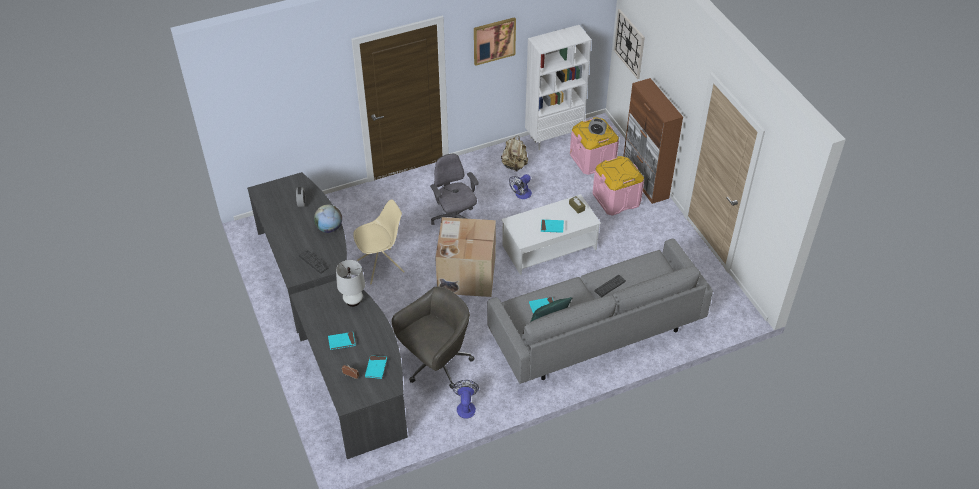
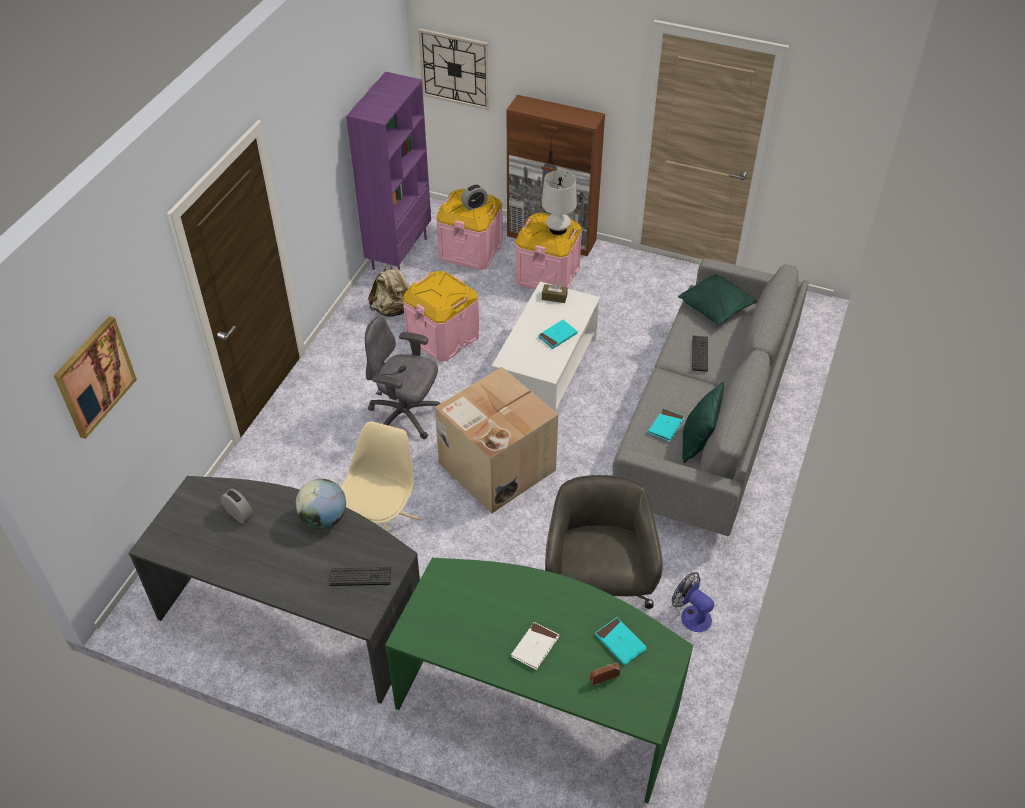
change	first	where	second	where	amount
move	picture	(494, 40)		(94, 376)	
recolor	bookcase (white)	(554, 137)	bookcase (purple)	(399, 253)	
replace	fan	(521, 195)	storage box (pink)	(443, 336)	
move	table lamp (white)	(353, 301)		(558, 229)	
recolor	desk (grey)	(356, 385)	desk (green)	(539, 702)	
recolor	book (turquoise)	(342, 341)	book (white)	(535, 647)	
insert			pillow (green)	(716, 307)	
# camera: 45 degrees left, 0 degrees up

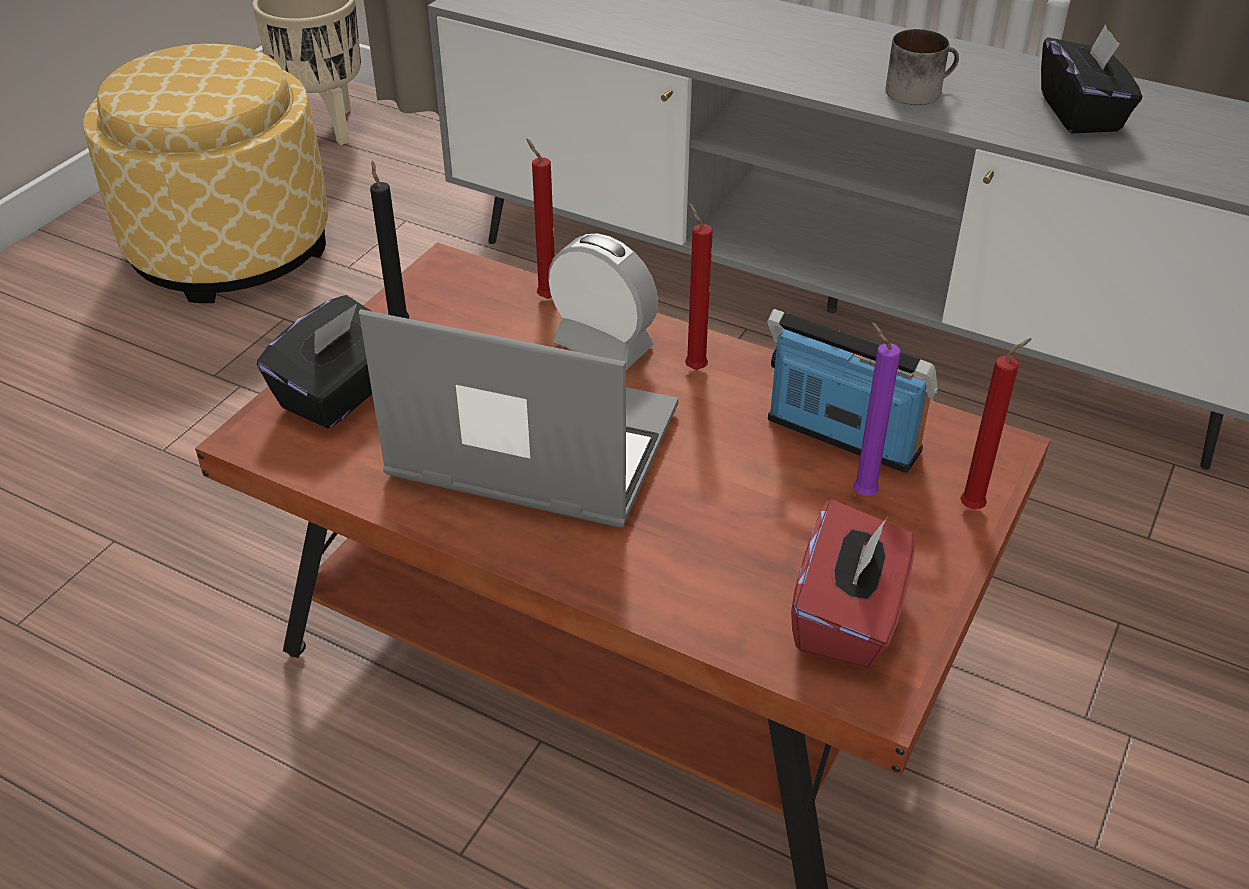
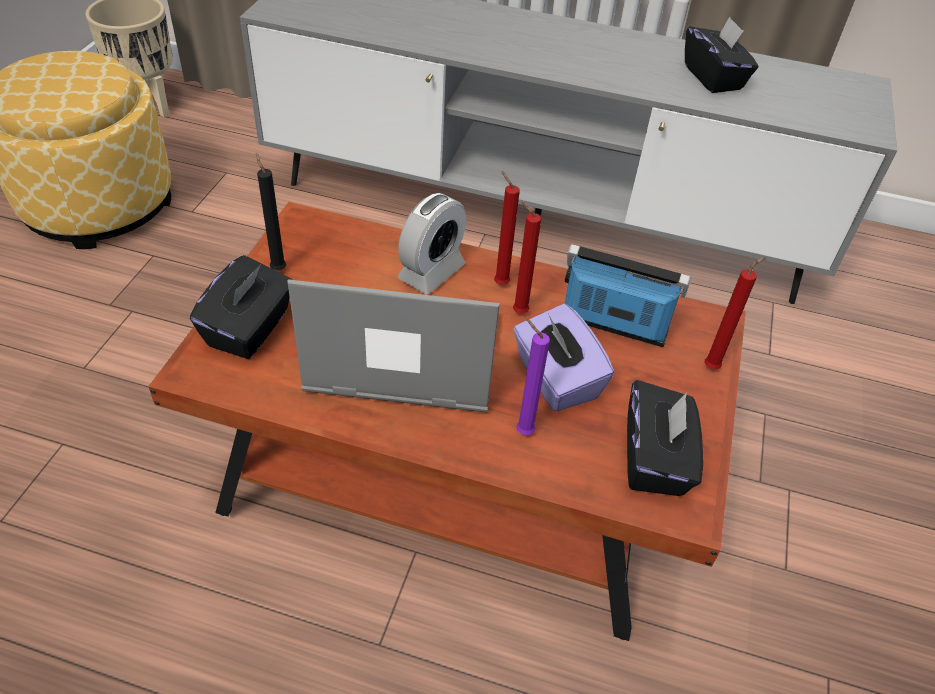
change	first	where	second	where	amount
delete	mug	(918, 90)			
move	candle (red)	(545, 297)		(517, 311)	
rotate	alarm clock	(603, 345)		(431, 272)	105 degrees clockwise
move	candle (purple)	(861, 492)		(522, 431)	
recolor	tissue box (red)	(848, 617)	tissue box (black)	(655, 459)	
insert			tissue box (purple)	(555, 379)	
# camera: 15 degrees left, 5 degrees up

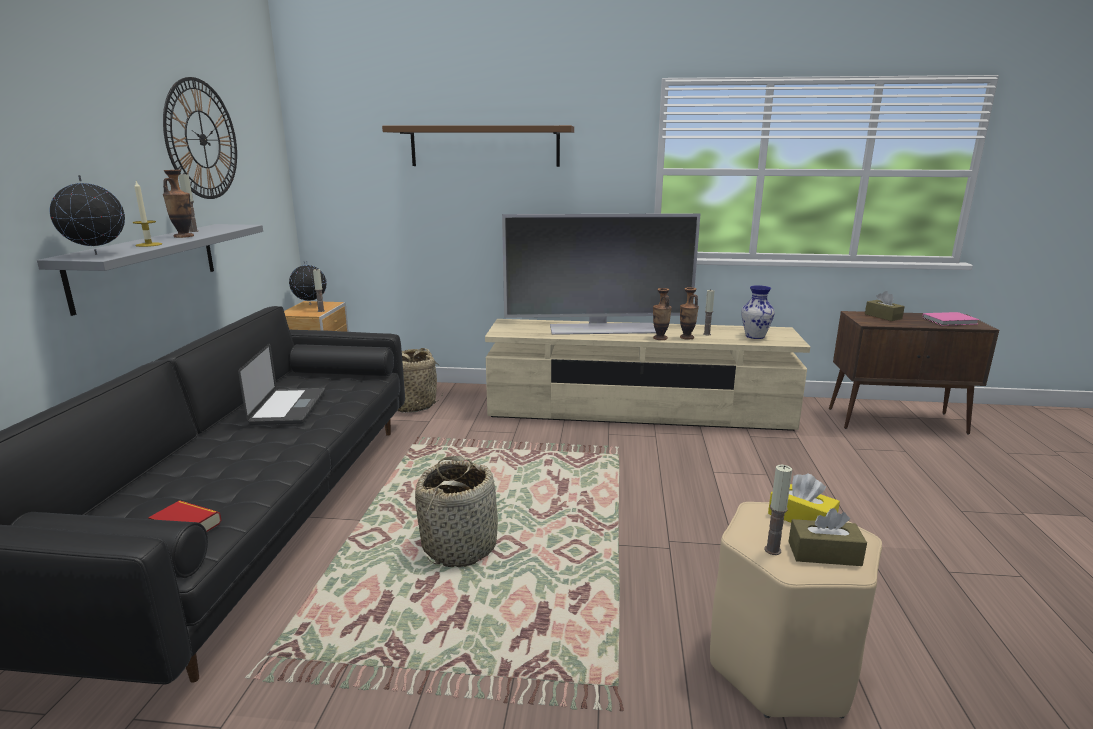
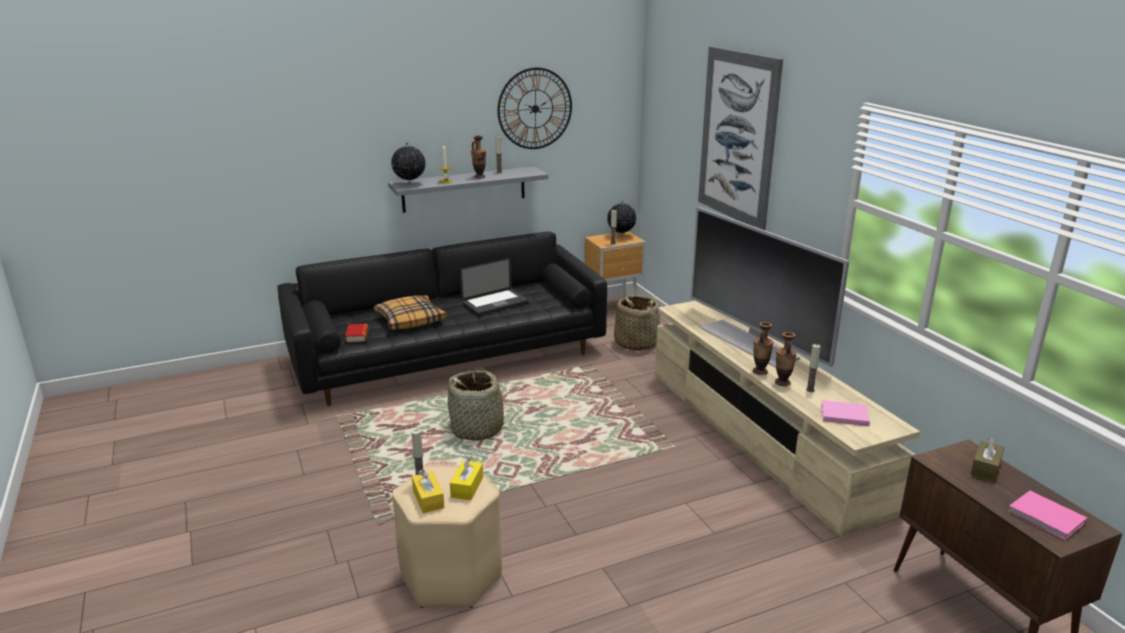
change	first	where	second	where	amount
replace	shelf (brown)	(484, 146)	picture	(737, 137)	
replace	vase	(754, 336)	book (pink)	(843, 414)	
recolor	tissue box (brown)	(824, 554)	tissue box (yellow)	(428, 499)	
insert			pillow	(410, 320)	
# camera: 60 degrees right, 5 degrees up

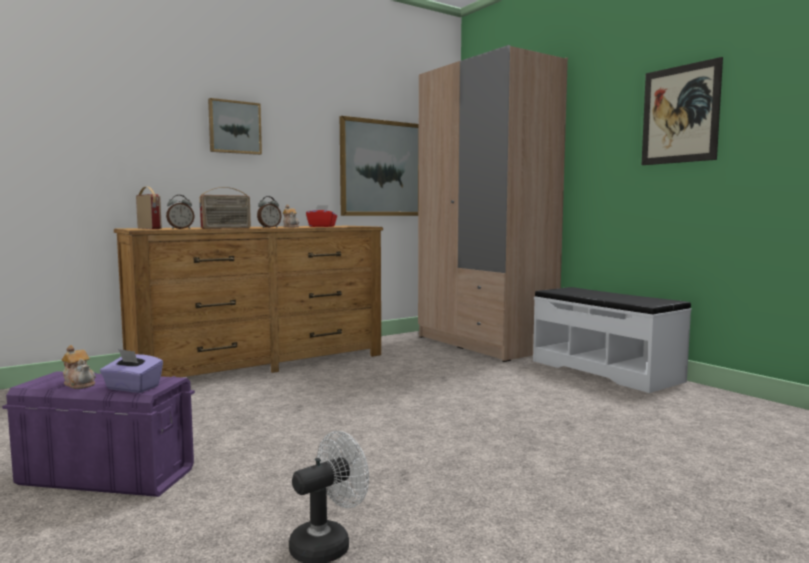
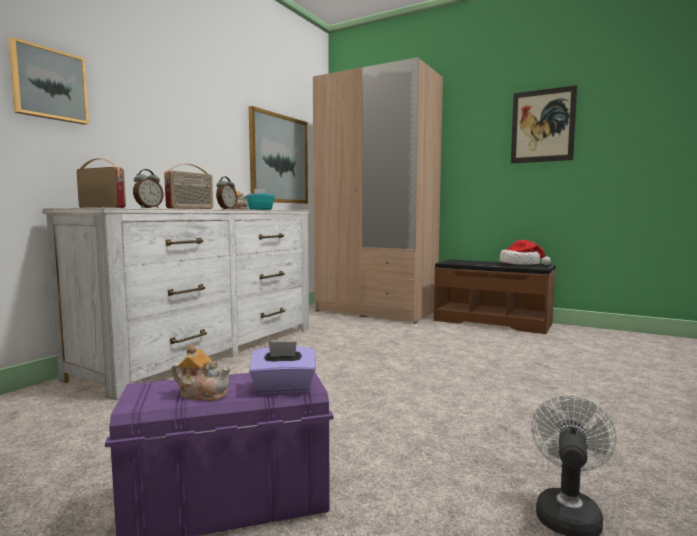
change	first	where	second	where	amount
move	picture	(234, 127)		(48, 84)	
recolor	tissue box (red)	(322, 226)	tissue box (turquoise)	(260, 209)	
recolor	dresser (brown)	(261, 364)	dresser (white)	(207, 350)	
recolor	bench (white)	(605, 370)	bench (brown)	(492, 322)	
insert			hat	(521, 264)	
# camera: 25 degrees left, 0 degrees up

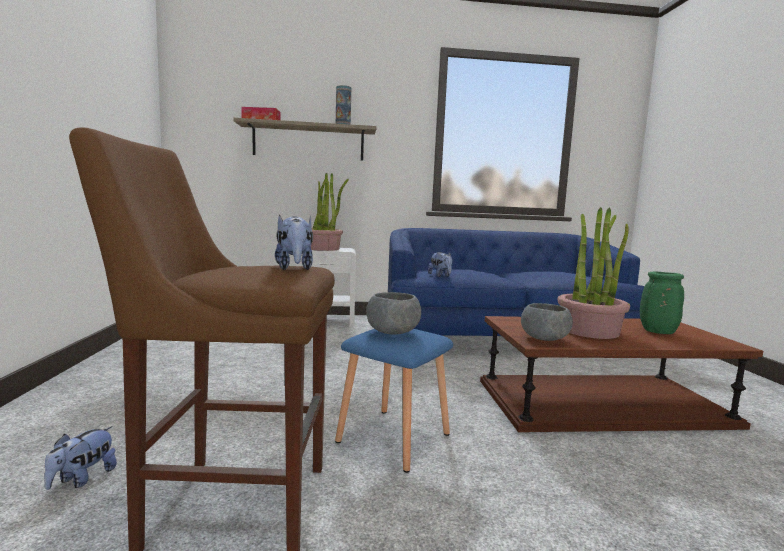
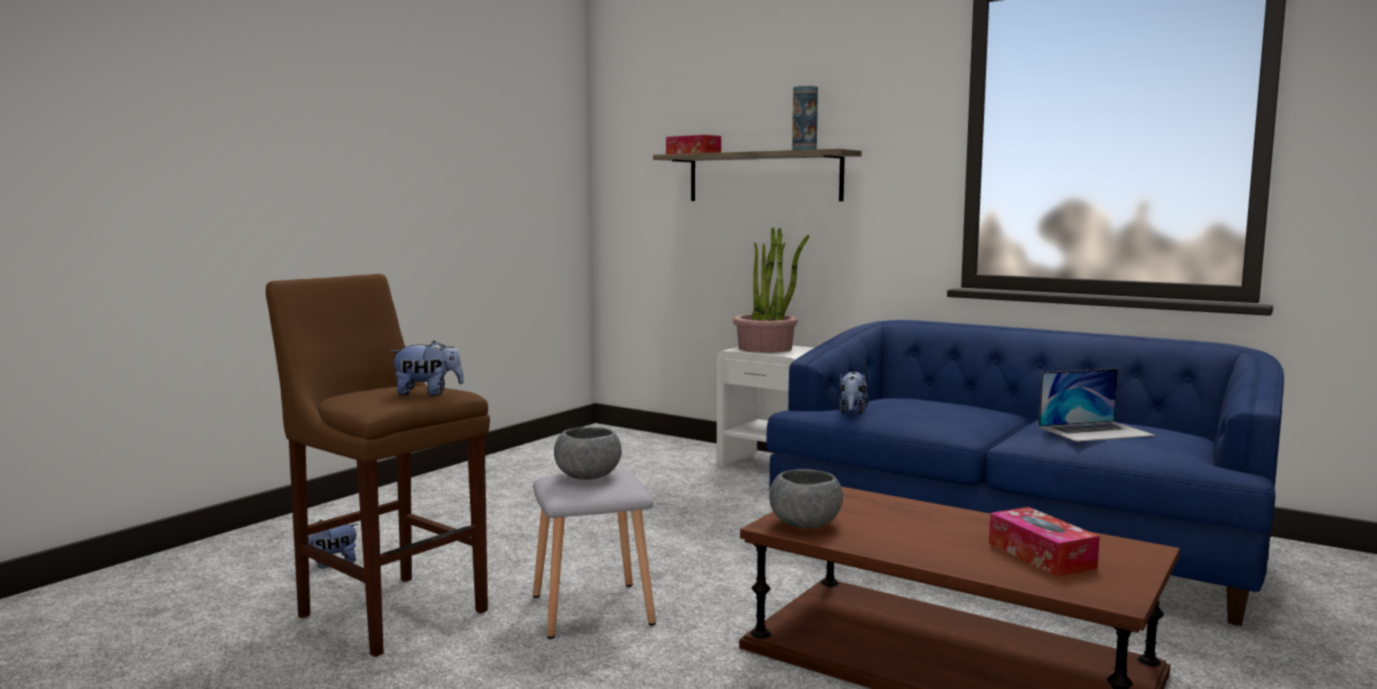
change	first	where	second	where	amount
delete	potted plant	(589, 330)			
rotate	plush toy	(295, 268)		(428, 393)	120 degrees counterclockwise
replace	vase (green)	(657, 332)	tissue box	(1041, 555)	
recolor	stool (blue)	(394, 437)	stool (grey)	(594, 609)	
insert			laptop	(1095, 431)	
# camera: 40 degrees right, 0 degrees up

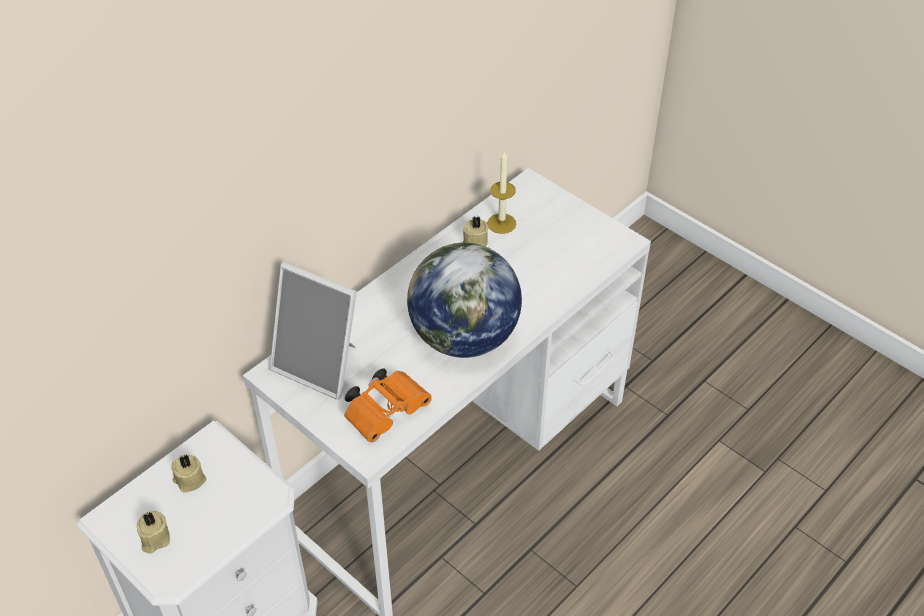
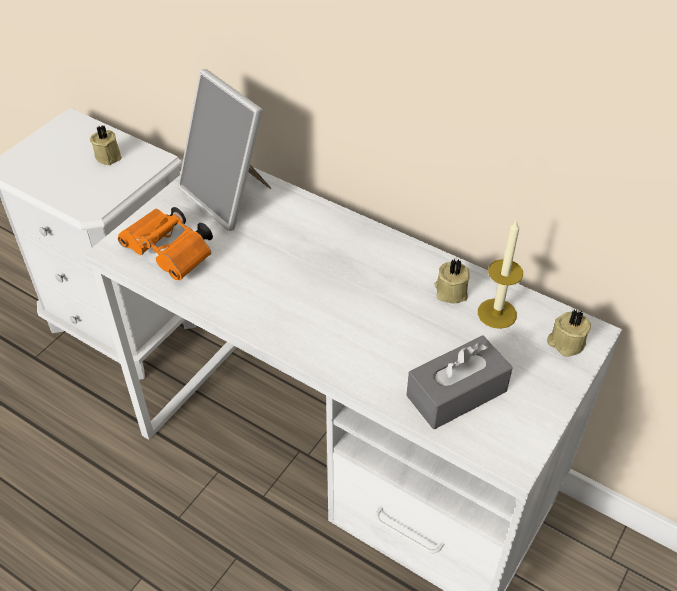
change	first	where	second	where	amount
delete	globe	(463, 338)			
rotate	picture frame	(321, 365)		(229, 196)	60 degrees counterclockwise
move	candle (beige)	(154, 539)		(565, 343)	
insert			tissue box (grey)	(456, 393)	
# camera: 80 degrees right, 0 degrees up

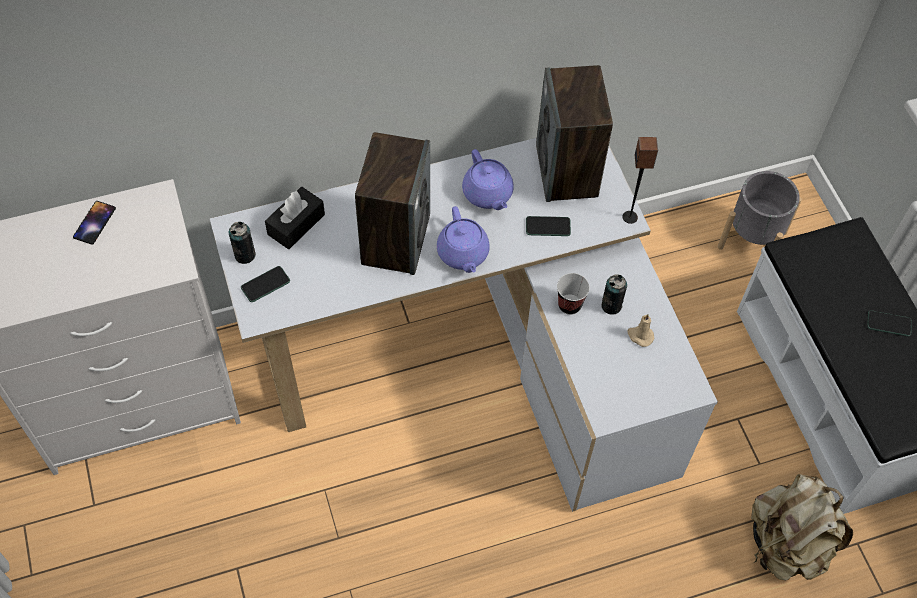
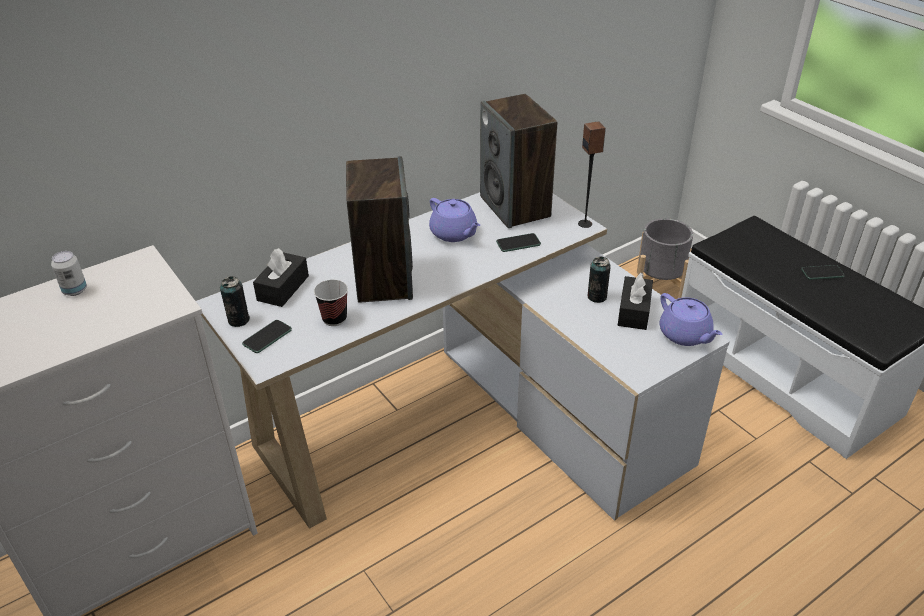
change	first	where	second	where	amount
replace	phone	(94, 223)	can	(75, 290)	
move	teapot (purple)	(463, 254)		(685, 335)	
move	cup	(569, 305)		(334, 319)	
replace	candle (beige)	(640, 336)	tissue box (black)	(634, 311)	
delete	backpack (beige)	(787, 544)			
# camera: 15 degrees left, 20 degrees down

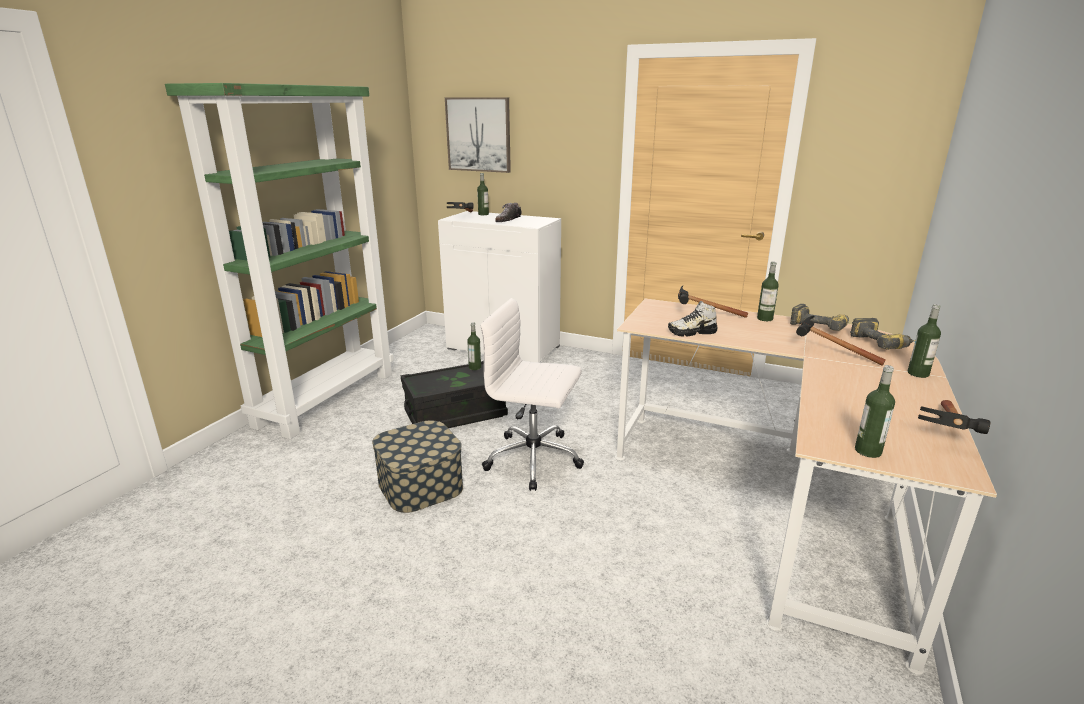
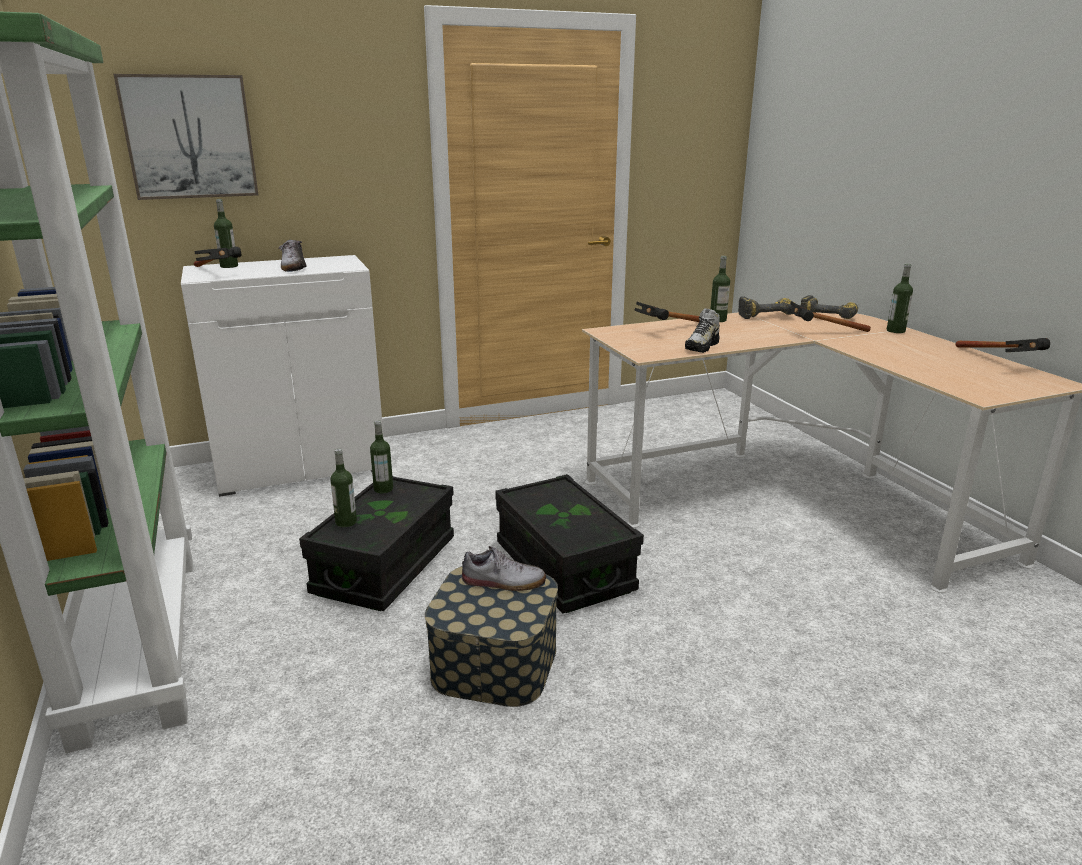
change	first	where	second	where	amount
replace	office chair (white)	(535, 459)	storage box (black)	(564, 567)	
move	bottle	(868, 451)		(346, 522)	
insert			shoe	(503, 582)	
# camera: 45 degrees left, 0 degrees up

